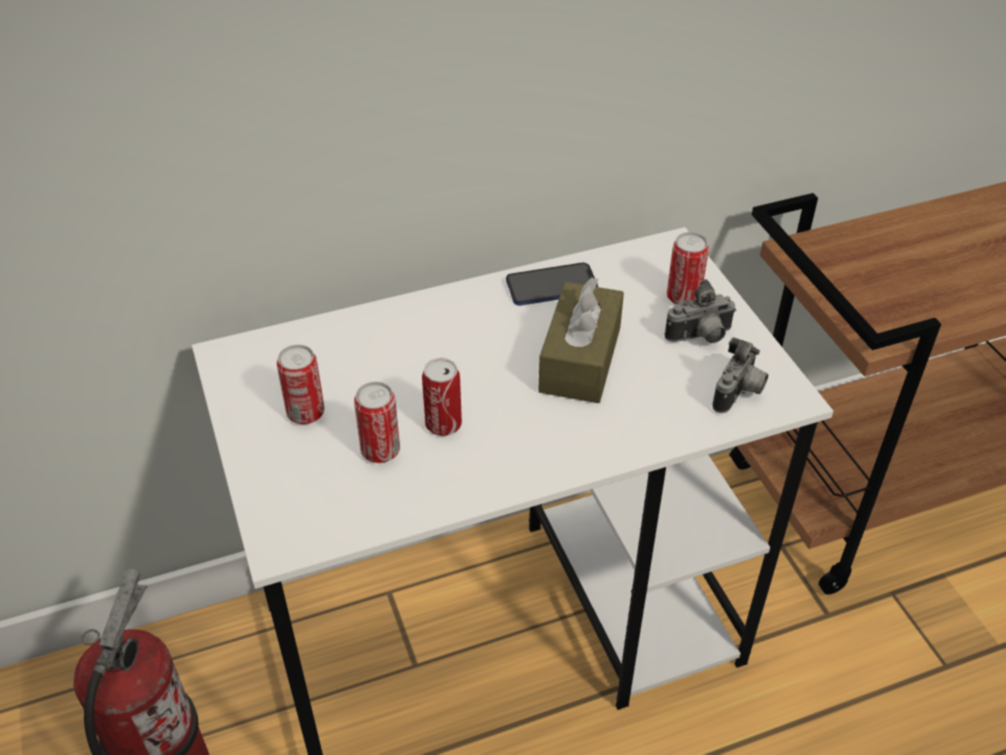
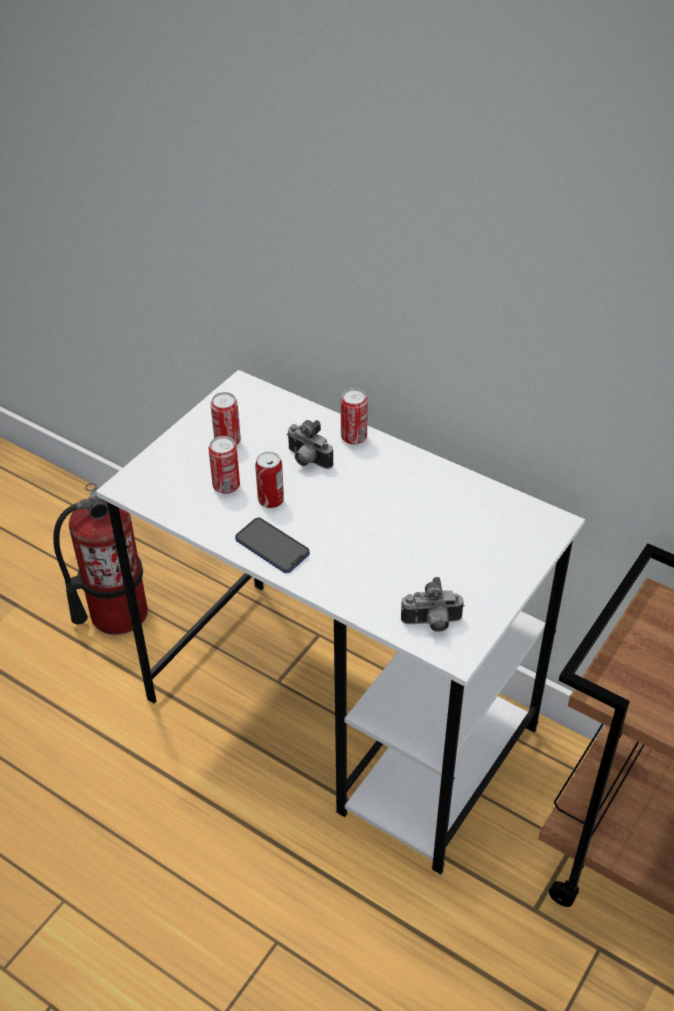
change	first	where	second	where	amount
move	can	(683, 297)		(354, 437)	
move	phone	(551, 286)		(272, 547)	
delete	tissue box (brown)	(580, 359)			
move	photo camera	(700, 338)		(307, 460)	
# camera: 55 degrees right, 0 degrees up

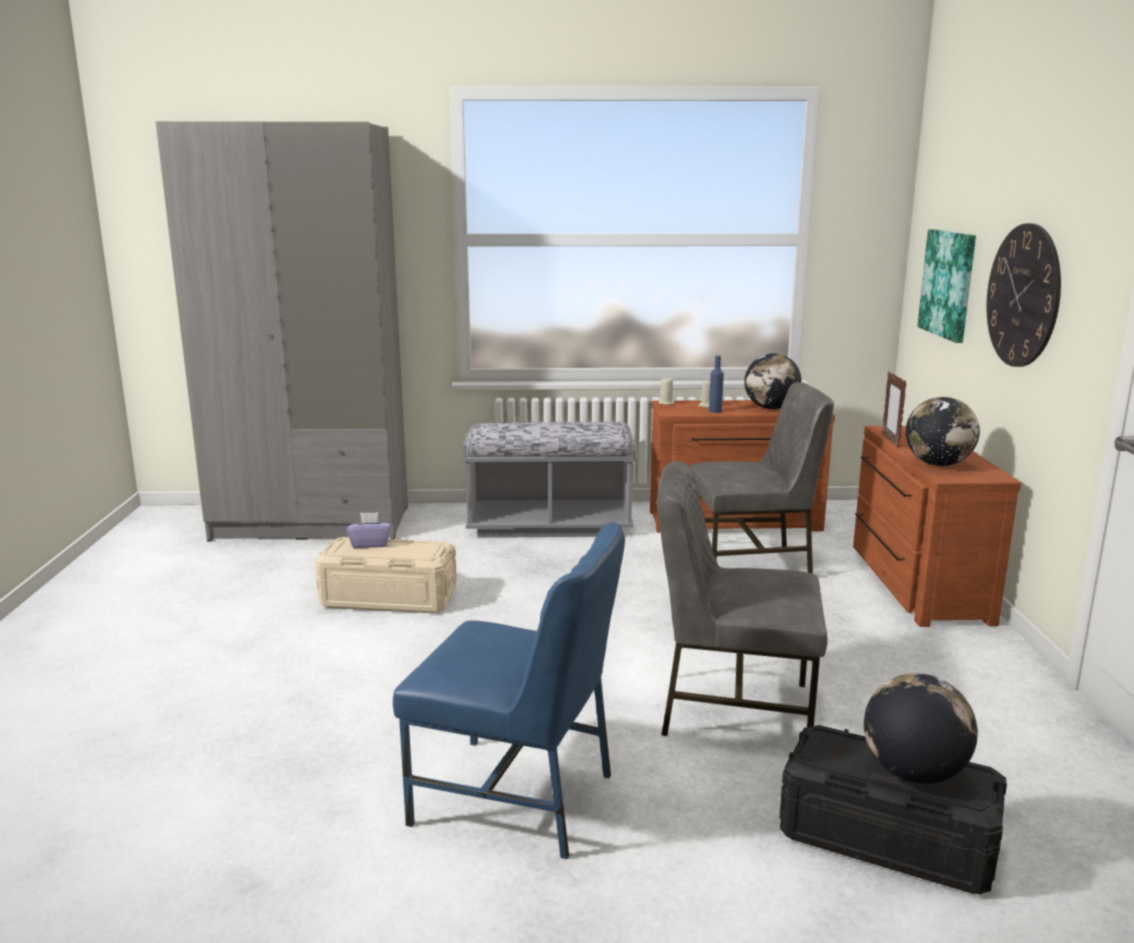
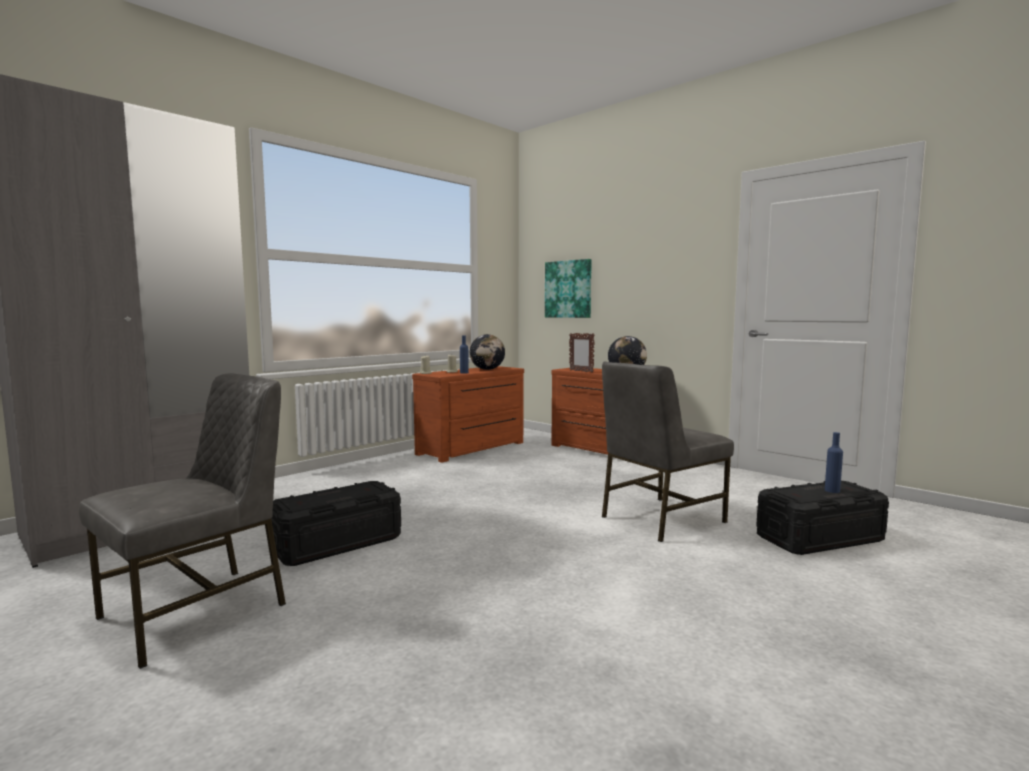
change	first	where	second	where	amount
delete	wall clock	(1023, 296)			
move	chair (grey)	(752, 564)		(198, 611)	
delete	bench (grey)	(549, 525)			
delete	tissue box (purple)	(370, 544)			
delete	chair (blue)	(517, 798)			
recolor	storage box (beige)	(389, 598)	storage box (black)	(337, 543)	
replace	globe	(913, 773)	bottle (blue)	(832, 490)	
# camera: 45 degrees left, 10 degrees down

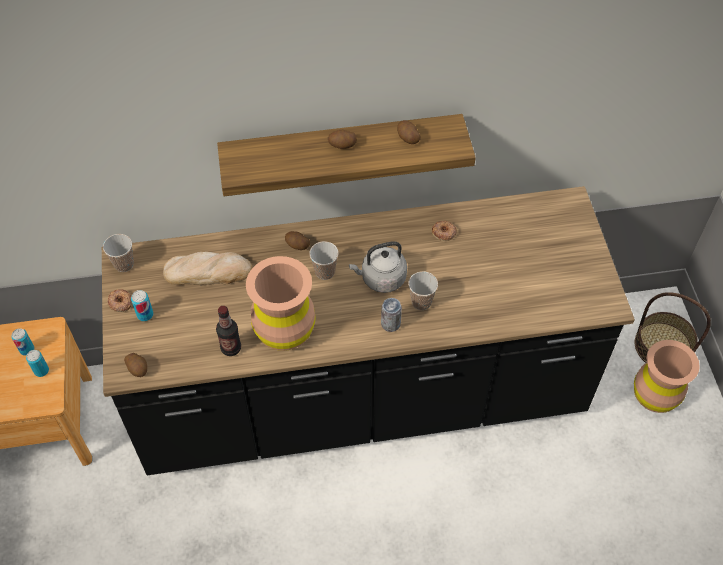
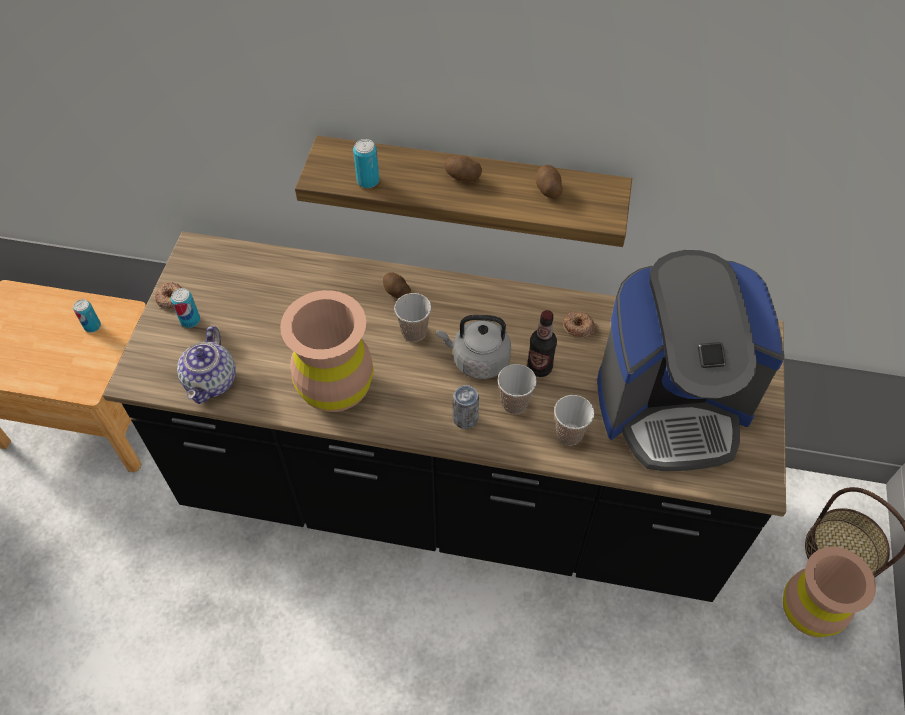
change	first	where	second	where	amount
move	cup	(124, 264)		(569, 434)	
delete	bread	(208, 272)			
move	bottle	(231, 348)		(539, 368)	
move	can	(41, 370)		(368, 181)	
delete	potato	(138, 368)			
insert			coffee machine	(671, 405)	
insert			teapot	(212, 381)	
# camera: 20 degrees right, 0 degrees up

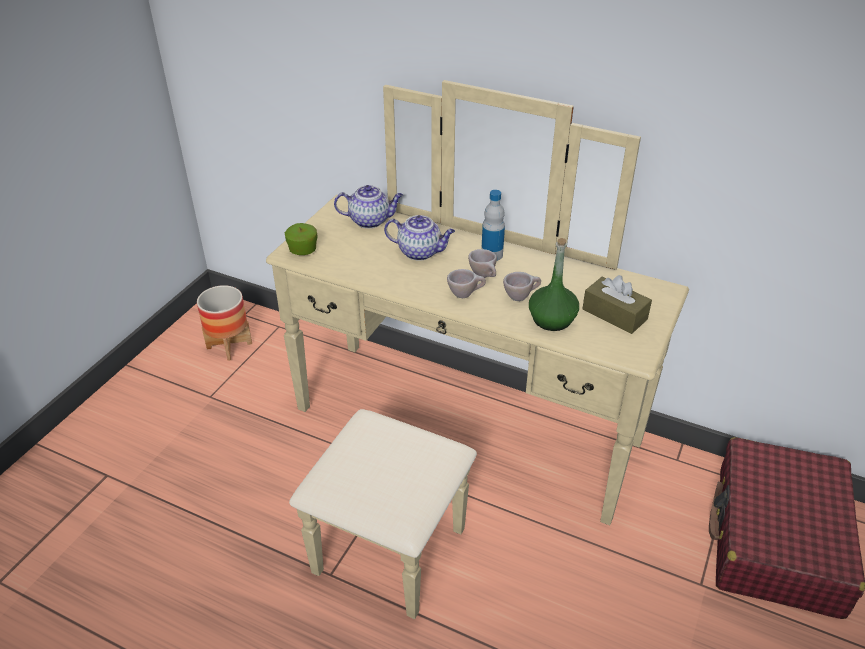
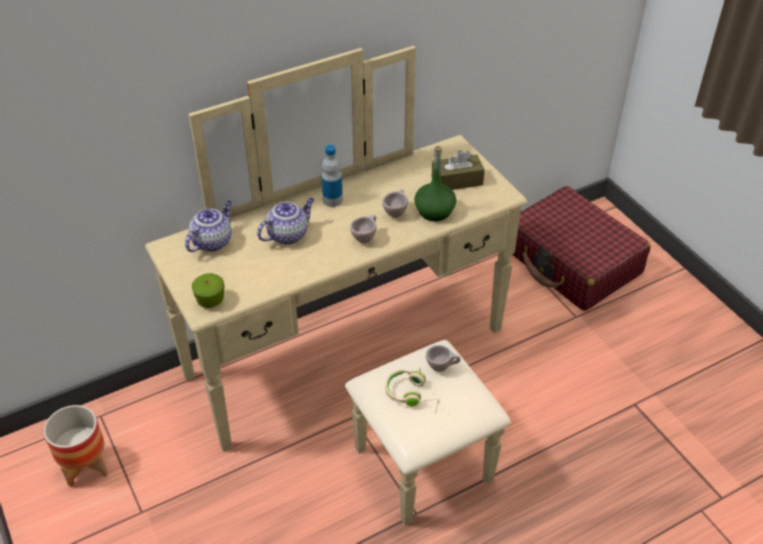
change	first	where	second	where	amount
move	cup (beige)	(484, 276)		(442, 367)	
insert			headphones (beige)	(412, 395)	
# camera: 55 degrees left, 5 degrees up

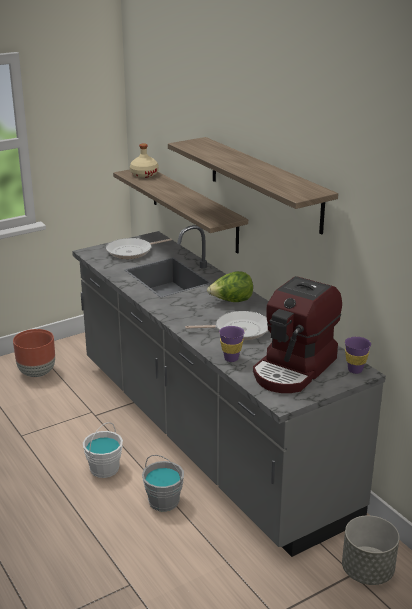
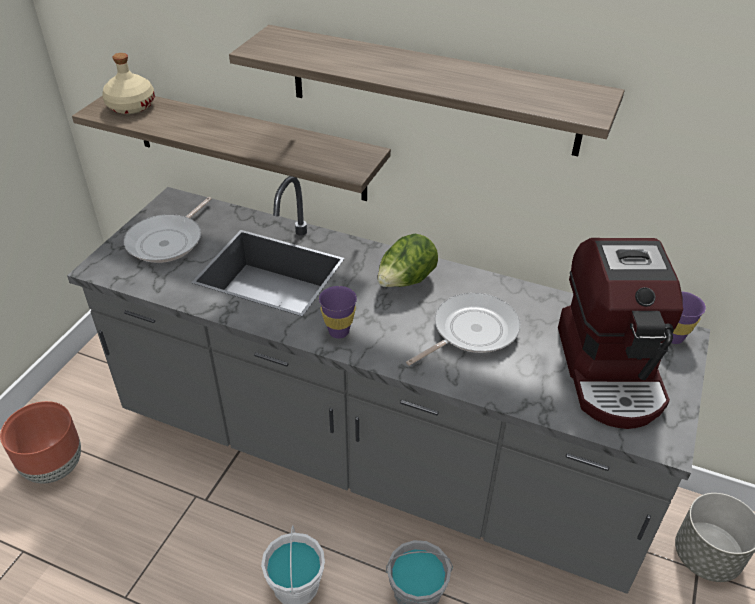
change	first	where	second	where	amount
move	cup (purple)	(231, 358)		(339, 331)	
# camera: 35 degrees left, 15 degrees up

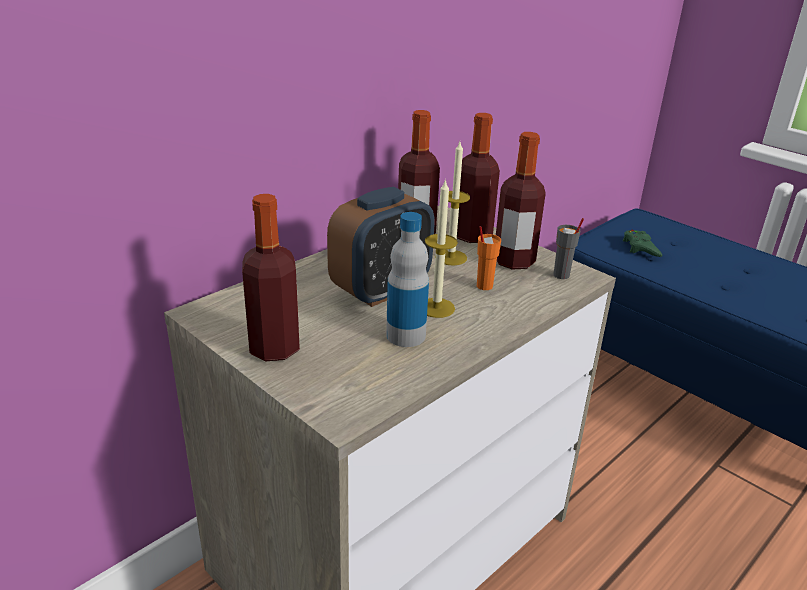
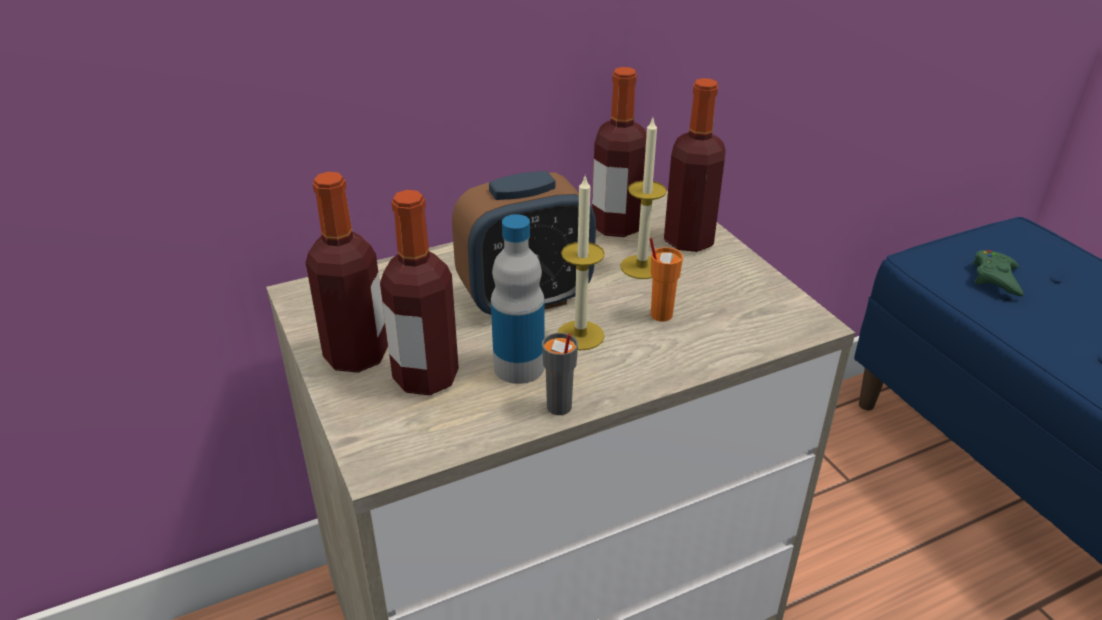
change	first	where	second	where	amount
move	bottle	(514, 261)		(426, 377)	
move	cup (grey)	(561, 275)		(559, 407)	
# camera: 20 degrees right, 5 degrees up

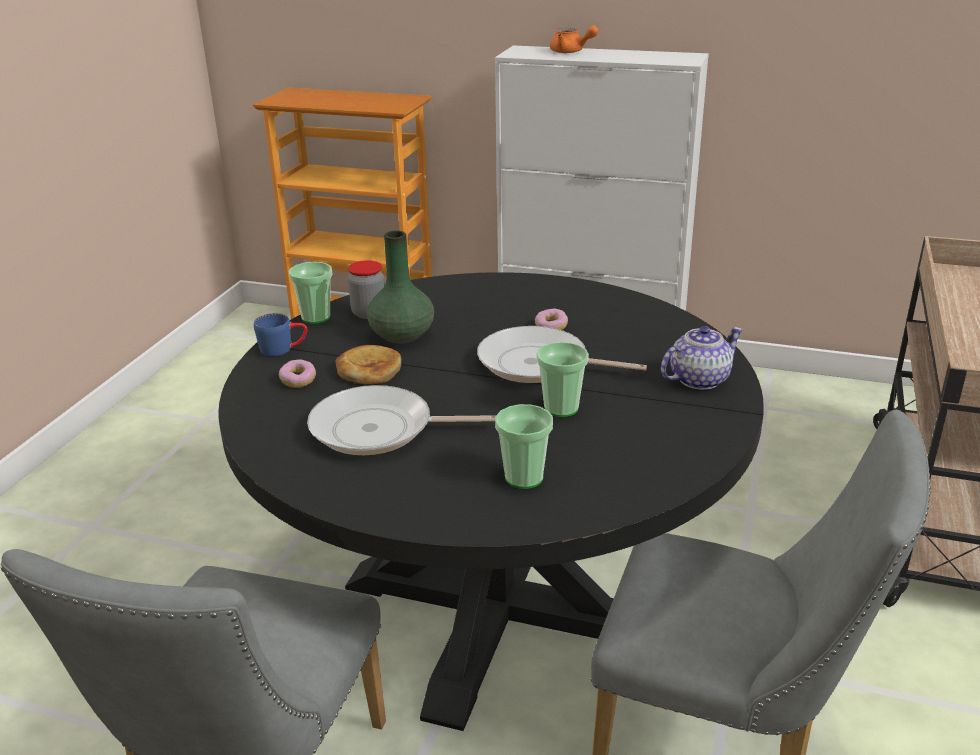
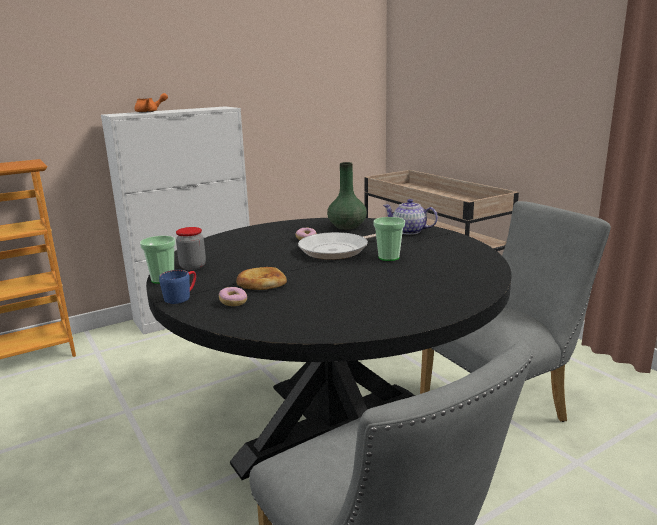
change	first	where	second	where	amount
move	vase (green)	(402, 335)		(346, 226)	
rotate	teapot	(698, 379)		(409, 231)	75 degrees counterclockwise
delete	frying pan	(379, 430)			
delete	cup	(524, 477)			
# camera: 50 degrees left, 10 degrees down

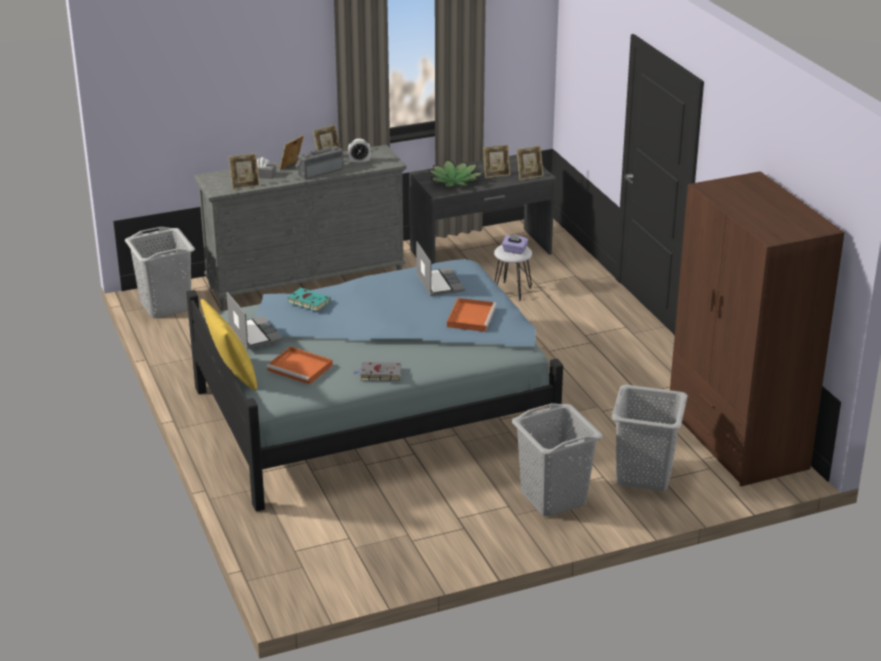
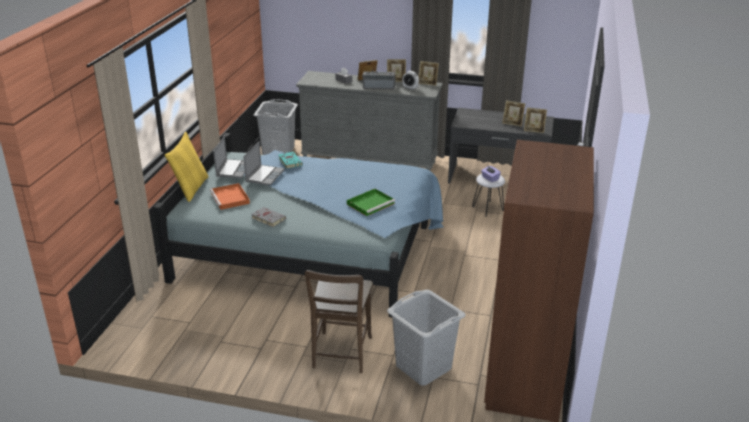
change	first	where	second	where	amount
move	picture frame	(245, 186)		(427, 83)	
delete	potted plant	(454, 181)			
move	laptop	(438, 283)		(264, 176)	
recolor	tray (orange)	(471, 317)	tray (green)	(371, 203)	
replace	laundry basket (grey)	(553, 498)	chair (brown)	(341, 355)	
# camera: 35 degrees right, 0 degrees up

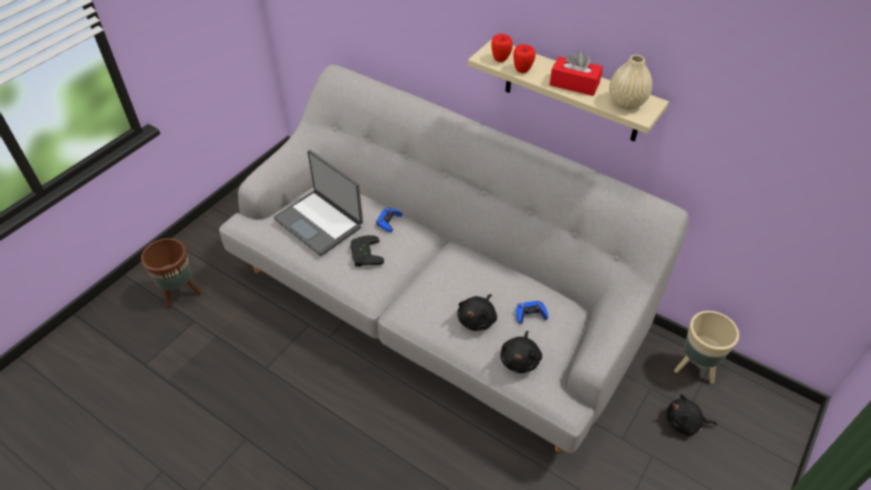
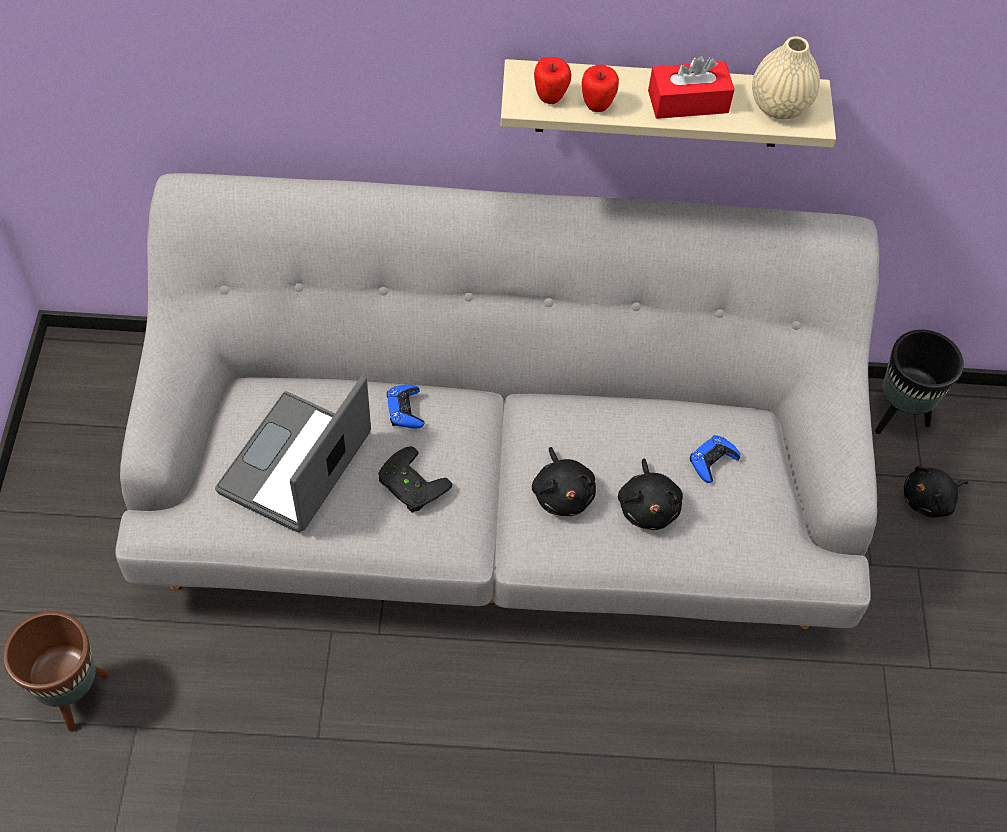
change	first	where	second	where	amount
rotate	laptop	(320, 222)		(297, 465)	105 degrees clockwise
recolor	planter (beige)	(695, 368)	planter (black)	(898, 415)	
move	plush toy (black)	(520, 359)		(562, 493)	
# camera: 35 degrees left, 10 degrees up

